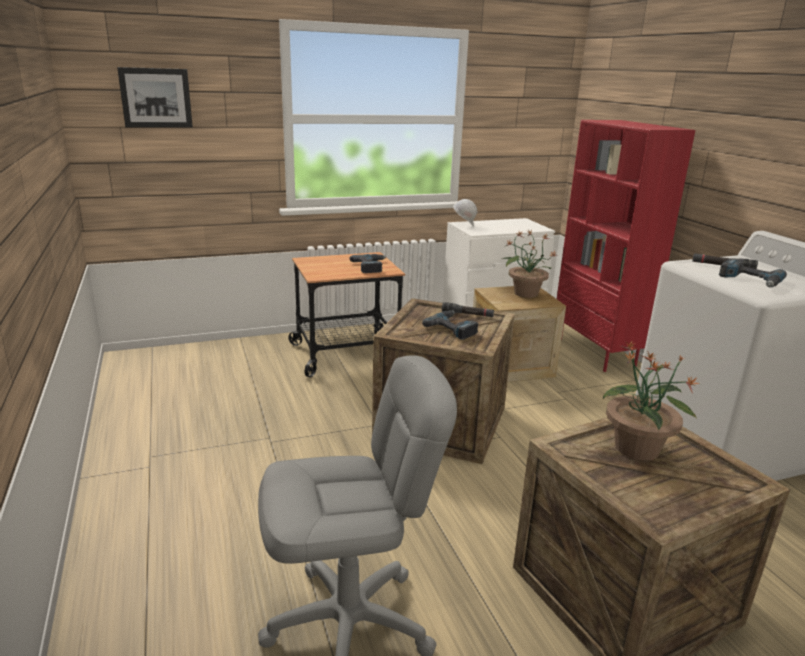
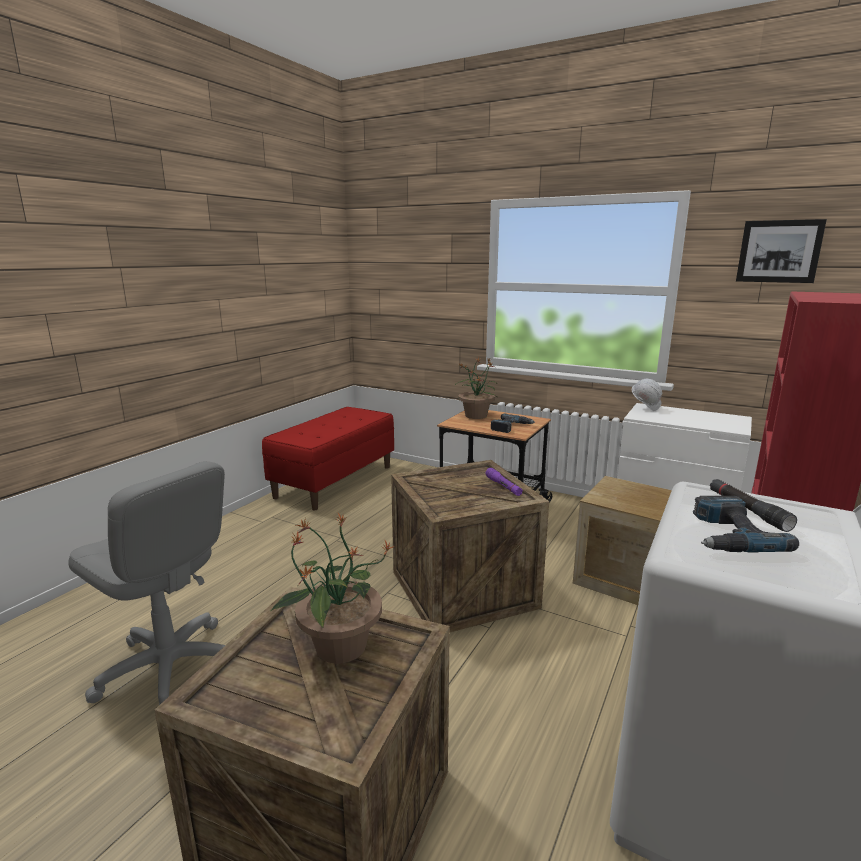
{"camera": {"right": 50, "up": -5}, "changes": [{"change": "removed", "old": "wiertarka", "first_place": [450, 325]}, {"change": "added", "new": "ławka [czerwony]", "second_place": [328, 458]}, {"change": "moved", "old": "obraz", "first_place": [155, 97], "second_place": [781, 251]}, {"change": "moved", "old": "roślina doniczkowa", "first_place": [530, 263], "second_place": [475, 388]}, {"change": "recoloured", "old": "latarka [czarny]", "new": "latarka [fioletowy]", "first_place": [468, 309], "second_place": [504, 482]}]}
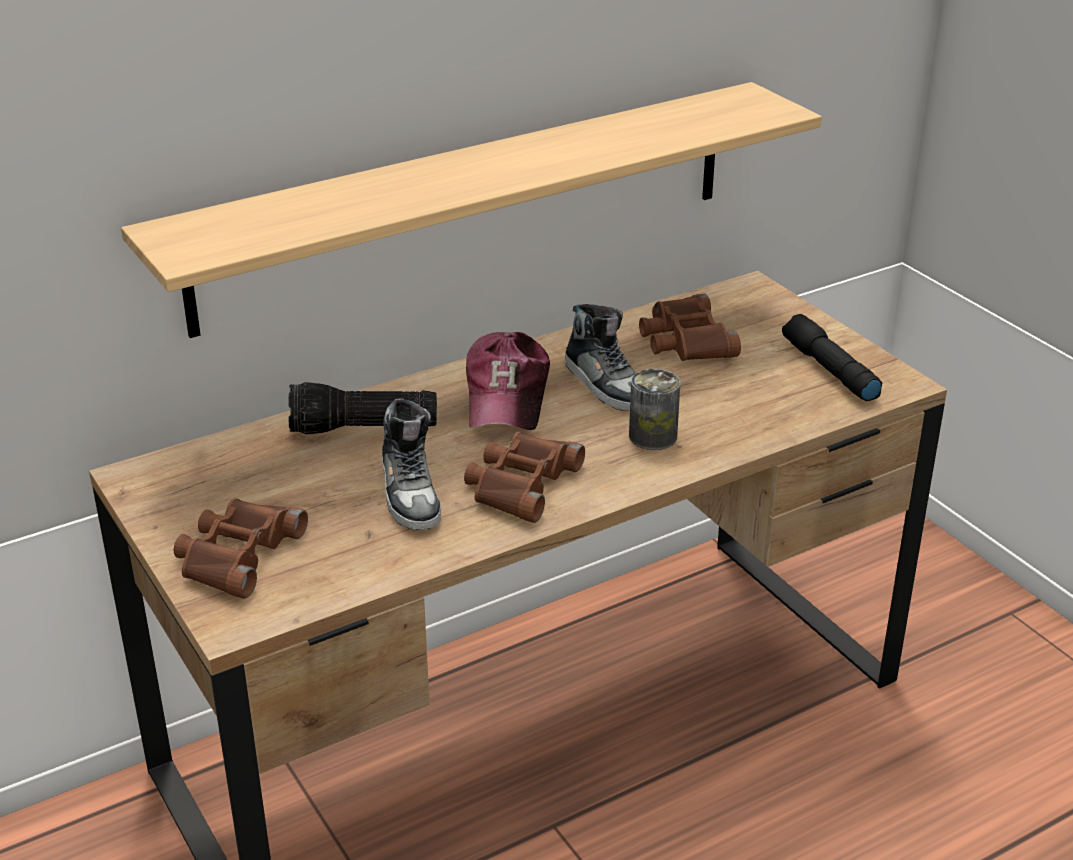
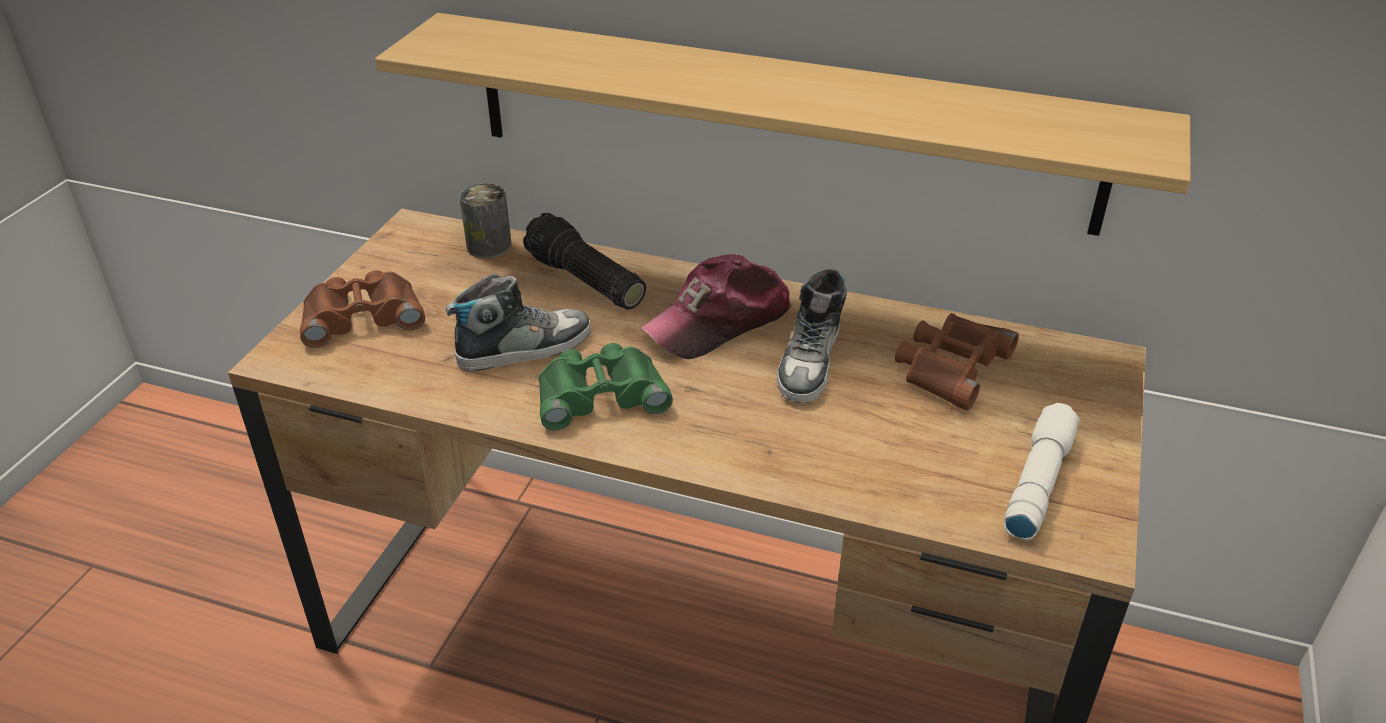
{"camera": {"right": 50, "up": 5}, "changes": [{"change": "moved", "old": "puszka", "first_place": [655, 409], "second_place": [485, 220]}, {"change": "recoloured", "old": "lornetka [brązowy]", "new": "lornetka [zielony]", "first_place": [524, 477], "second_place": [605, 387]}, {"change": "recoloured", "old": "latarka [czarny]", "new": "latarka [biały]", "first_place": [832, 357], "second_place": [1042, 471]}, {"change": "turned", "old": "but", "first_place": [411, 464], "second_place": [518, 322], "degrees": -150}]}
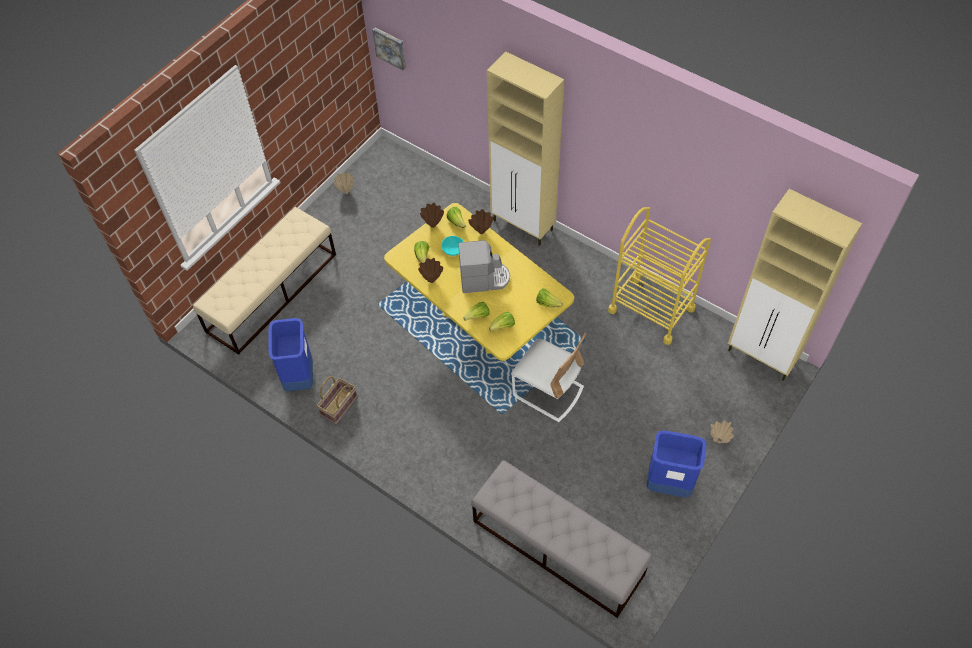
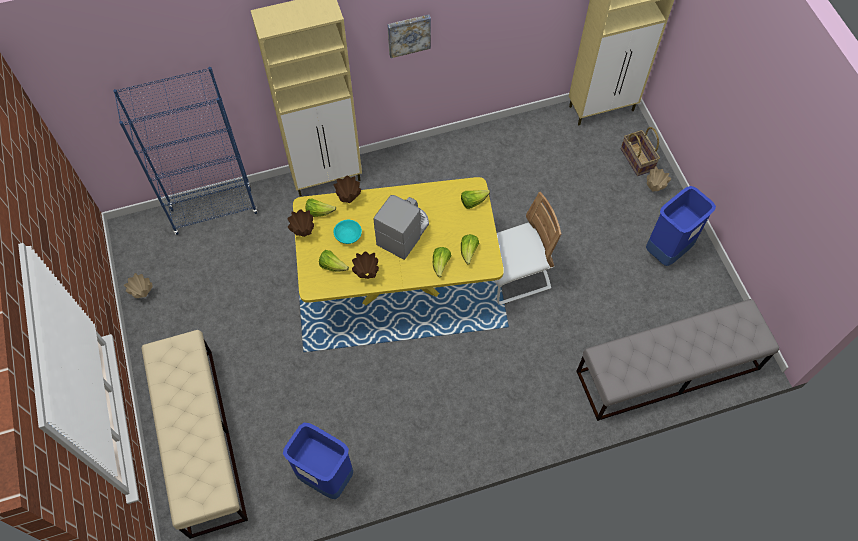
{"camera": {"right": -55, "up": 5}, "changes": [{"change": "removed", "old": "wózek [żółty]", "first_place": [659, 276]}, {"change": "added", "new": "regał [niebieski]", "second_place": [185, 151]}, {"change": "moved", "old": "koszyk", "first_place": [337, 400], "second_place": [640, 151]}, {"change": "moved", "old": "obraz", "first_place": [389, 49], "second_place": [409, 36]}]}
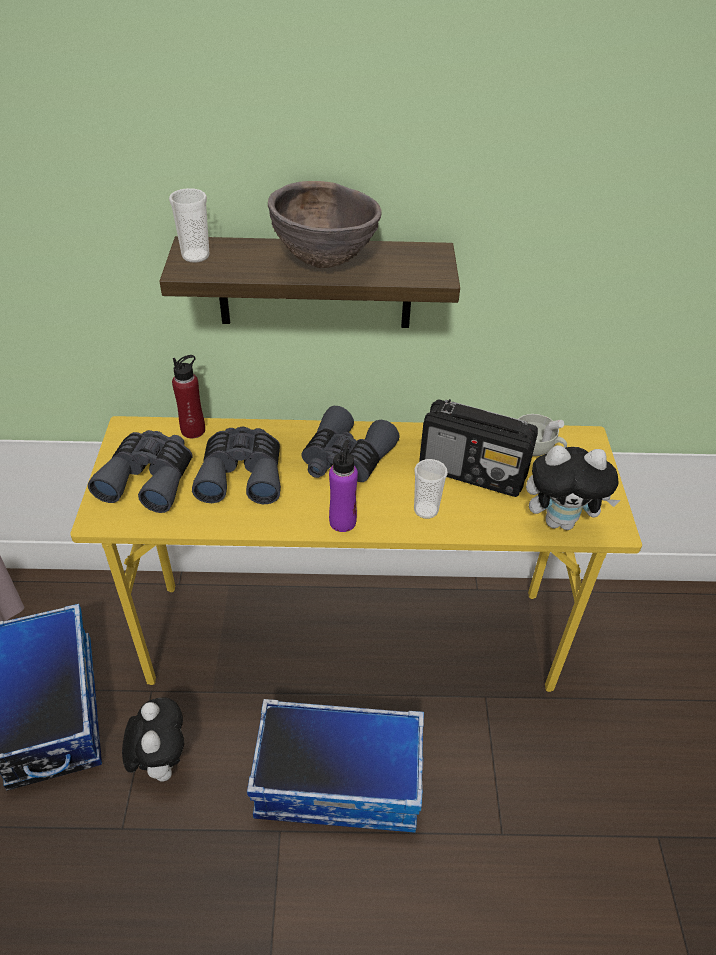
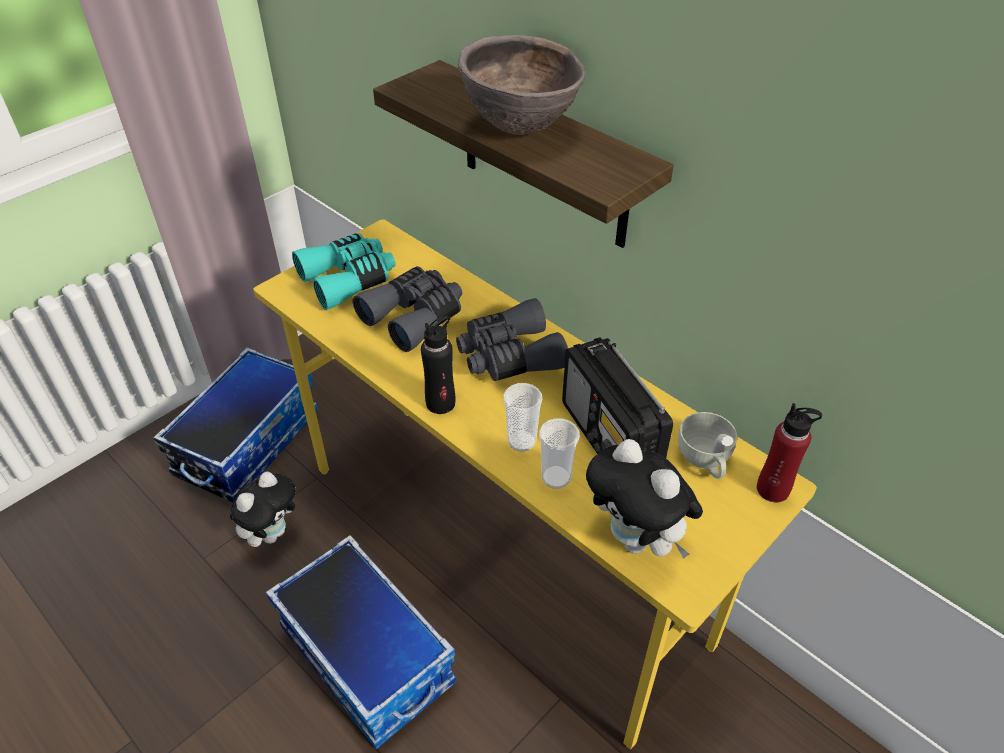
{"camera": {"right": 45, "up": 0}, "changes": [{"change": "moved", "old": "filiżanka", "first_place": [189, 225], "second_place": [559, 453]}, {"change": "moved", "old": "butelka [czerwony]", "first_place": [188, 396], "second_place": [789, 452]}, {"change": "recoloured", "old": "lornetka [szary]", "new": "lornetka [turkusowy]", "first_place": [140, 471], "second_place": [344, 271]}, {"change": "recoloured", "old": "butelka [fioletowy]", "new": "butelka [czarny]", "first_place": [343, 486], "second_place": [438, 364]}]}
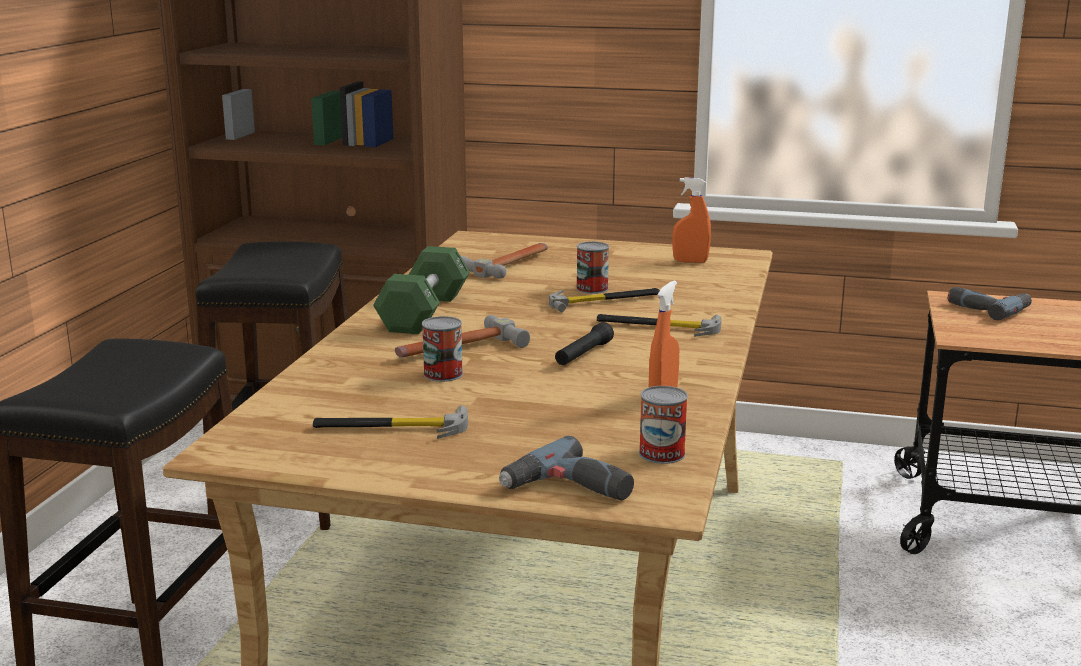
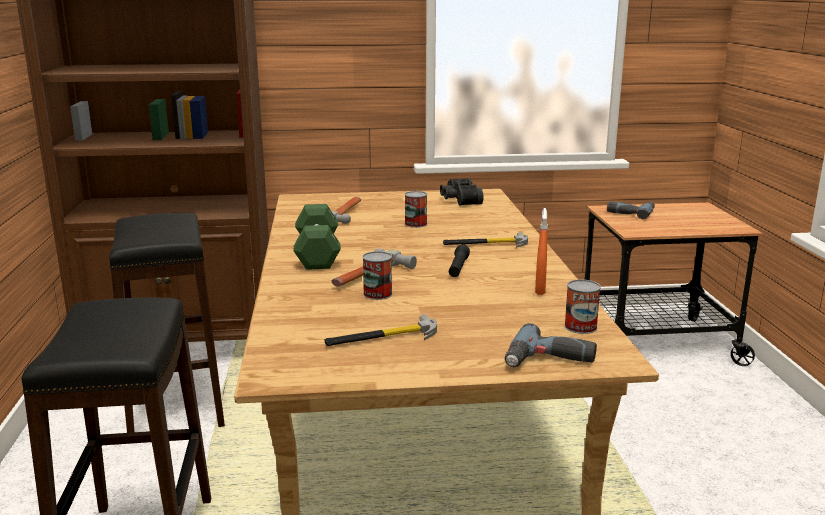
{"camera": {"right": -20, "up": 0}, "changes": [{"change": "removed", "old": "młotek", "first_place": [604, 300]}, {"change": "replaced", "old": "spryskiwacz [pomarańczowy]", "new": "lornetka [czarny]", "first_place": [692, 220], "second_place": [461, 192]}]}
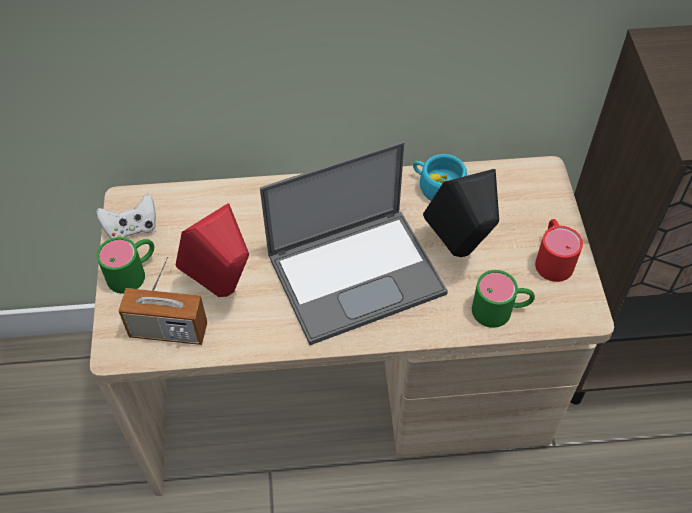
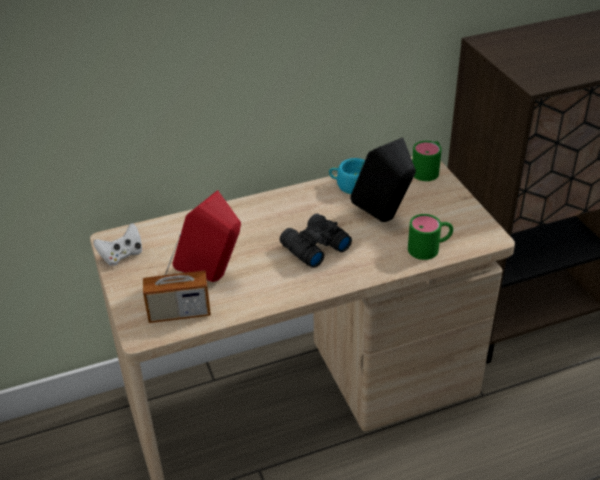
{"camera": {"right": -15, "up": -15}, "changes": [{"change": "removed", "old": "kubek [czerwony]", "first_place": [559, 250]}, {"change": "moved", "old": "kubek [zielony]", "first_place": [125, 265], "second_place": [427, 161]}, {"change": "replaced", "old": "laptop", "new": "lornetka [czarny]", "first_place": [354, 243], "second_place": [316, 241]}]}
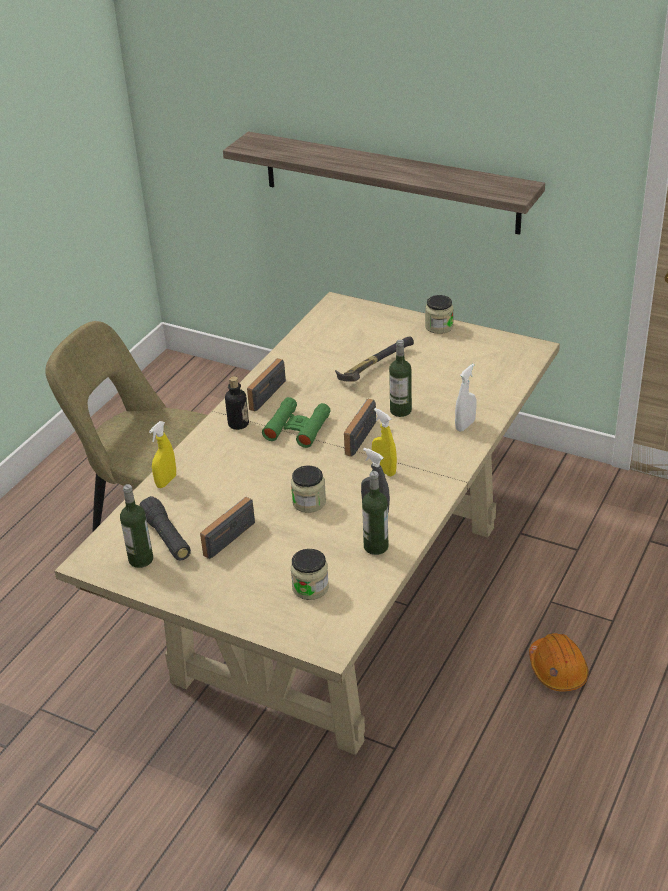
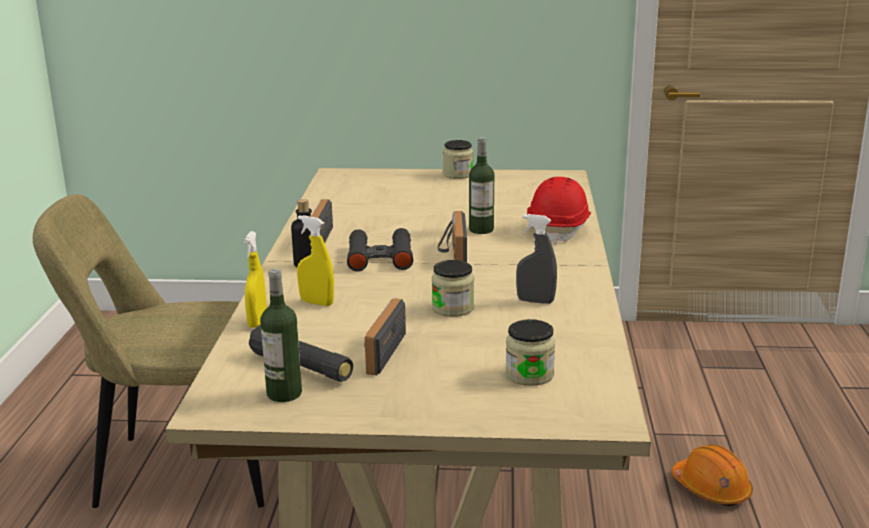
{"camera": {"right": -25, "up": -15}, "changes": [{"change": "removed", "old": "półka", "first_place": [384, 183]}, {"change": "removed", "old": "młotek", "first_place": [374, 359]}, {"change": "removed", "old": "butelka", "first_place": [375, 513]}, {"change": "moved", "old": "spryskiwacz [żółty]", "first_place": [384, 442], "second_place": [315, 260]}, {"change": "replaced", "old": "spryskiwacz [biały]", "new": "kask [czerwony]", "first_place": [465, 398], "second_place": [559, 211]}, {"change": "recoloured", "old": "lornetka [zielony]", "new": "lornetka [czarny]", "first_place": [296, 422], "second_place": [380, 249]}]}
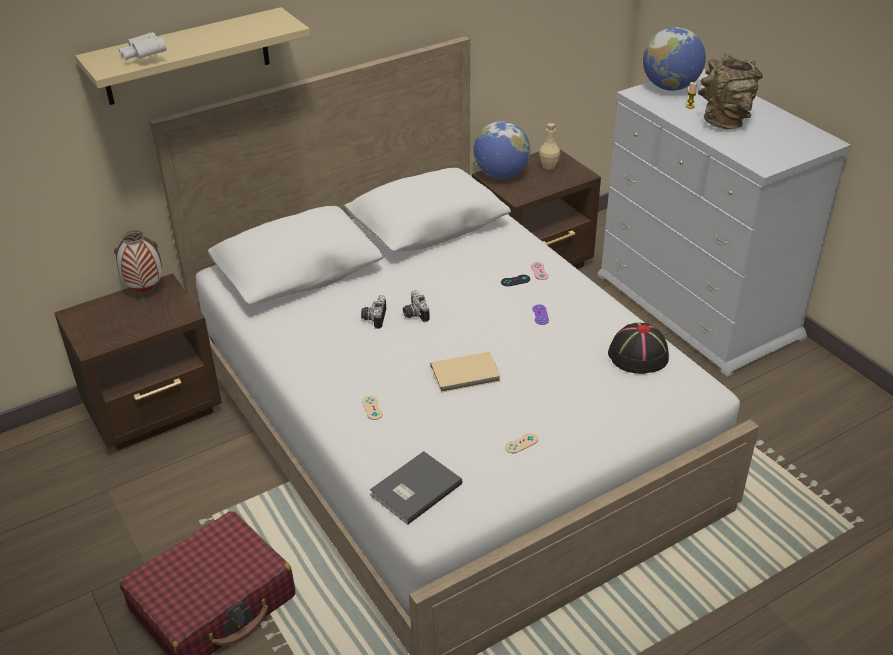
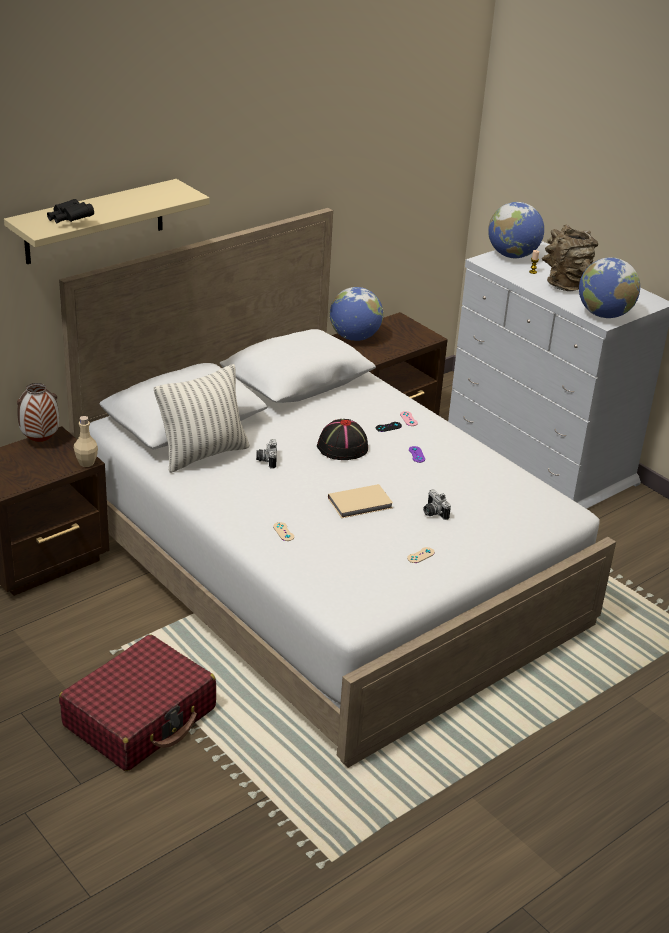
{"camera": {"right": -10, "up": -5}, "changes": [{"change": "removed", "old": "książka [szary]", "first_place": [416, 488]}, {"change": "added", "new": "poduszka", "second_place": [201, 418]}, {"change": "added", "new": "globus", "second_place": [609, 287]}, {"change": "moved", "old": "aparat fotograficzny", "first_place": [416, 306], "second_place": [437, 504]}, {"change": "moved", "old": "butelka [beżowy]", "first_place": [549, 146], "second_place": [86, 441]}, {"change": "moved", "old": "kapelusz [czarny]", "first_place": [638, 348], "second_place": [342, 439]}, {"change": "recoloured", "old": "lornetka [biały]", "new": "lornetka [czarny]", "first_place": [143, 46], "second_place": [70, 211]}]}
